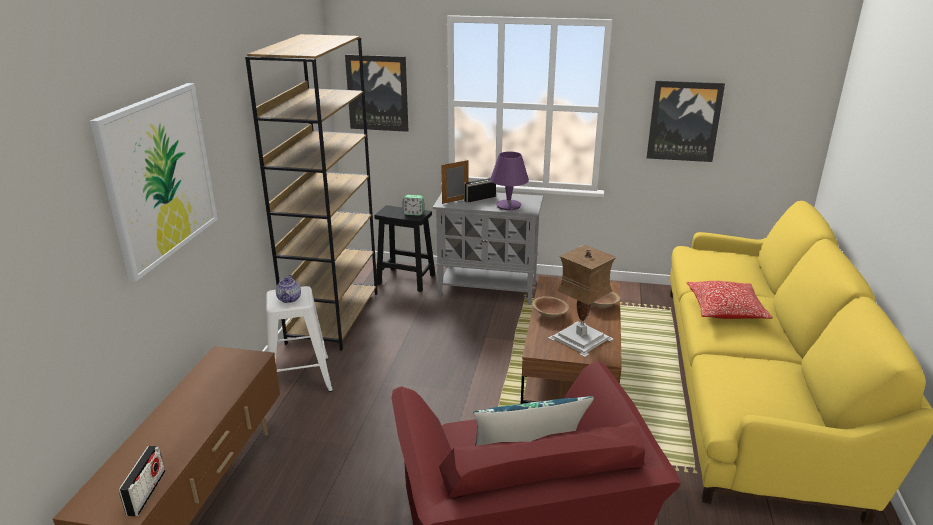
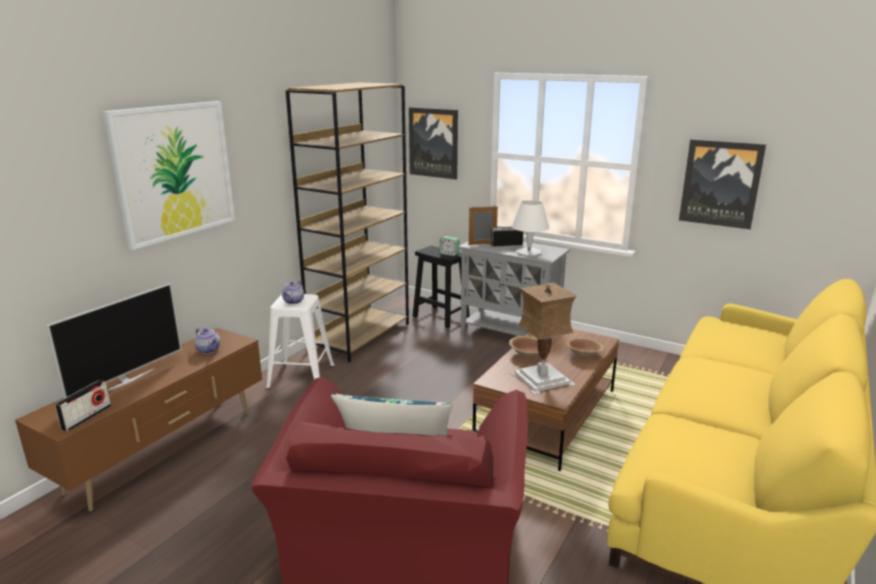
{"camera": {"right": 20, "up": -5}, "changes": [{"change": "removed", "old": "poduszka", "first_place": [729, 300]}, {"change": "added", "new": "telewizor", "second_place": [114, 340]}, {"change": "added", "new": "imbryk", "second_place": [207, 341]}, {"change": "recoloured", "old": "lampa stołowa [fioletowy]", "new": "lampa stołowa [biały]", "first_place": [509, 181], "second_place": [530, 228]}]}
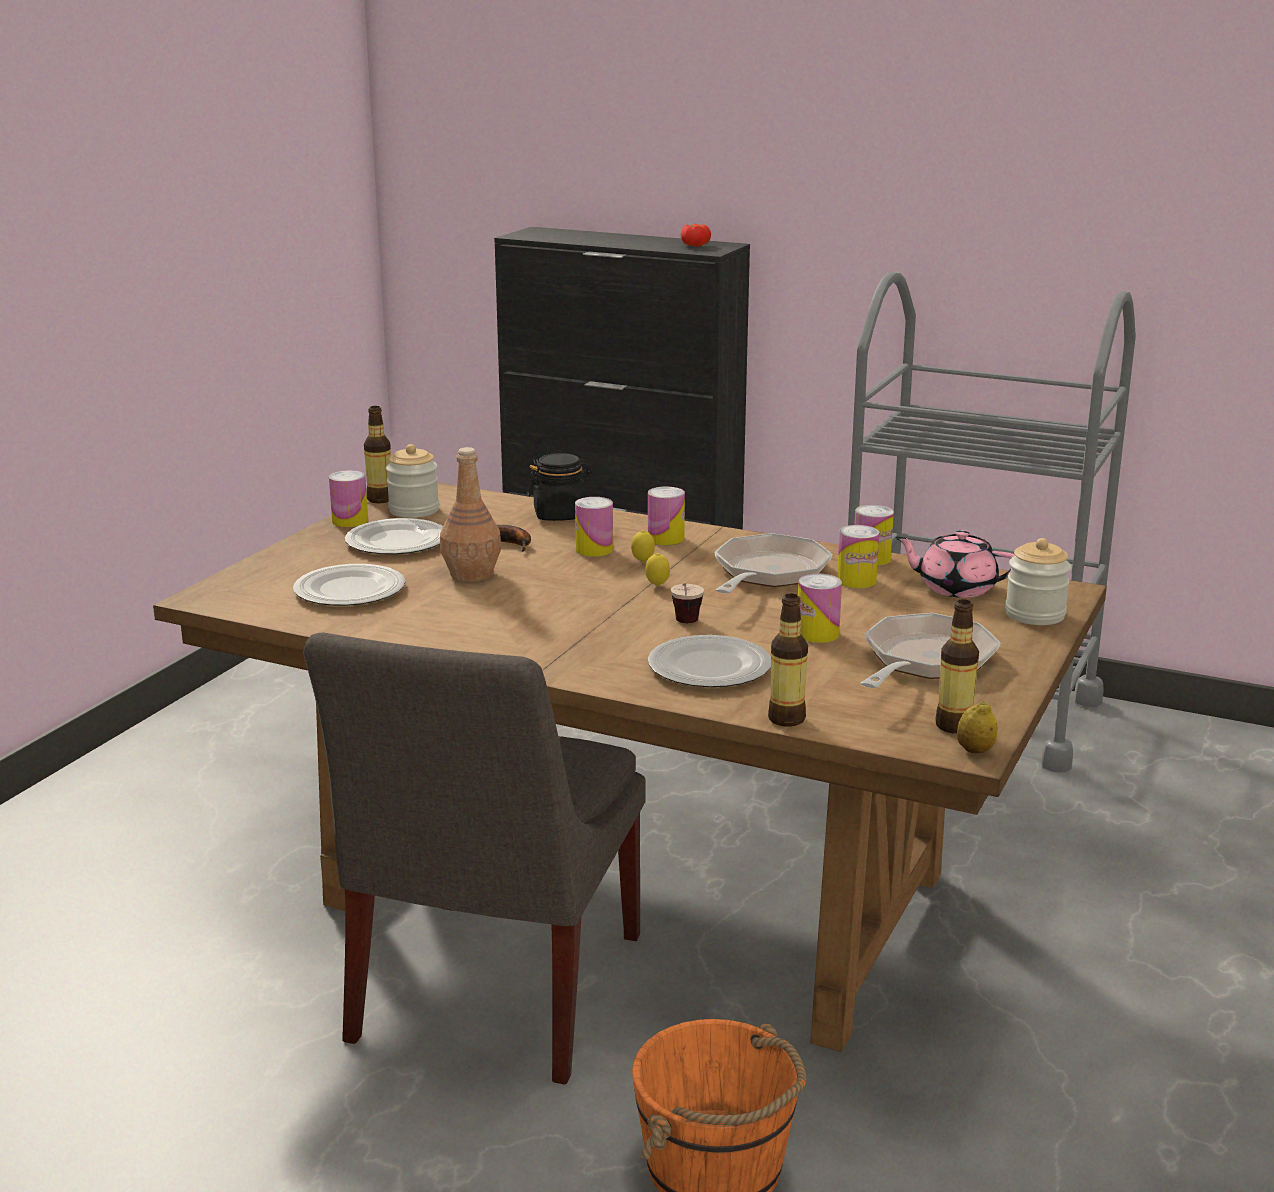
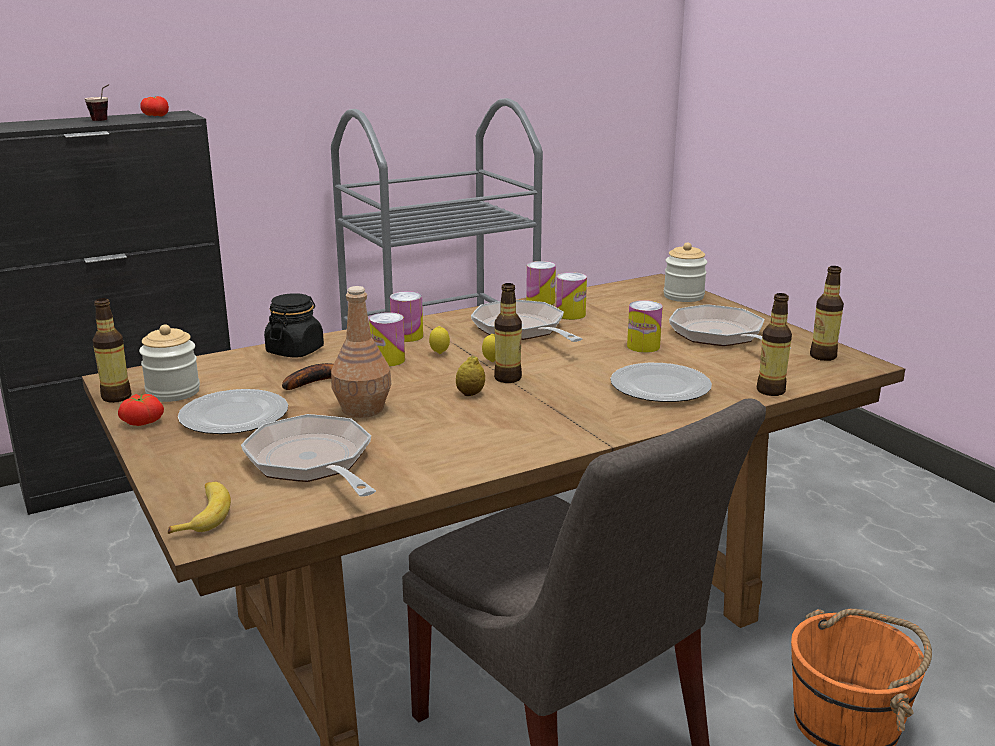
{"camera": {"right": -55, "up": 0}, "changes": [{"change": "removed", "old": "imbryk [różowy]", "first_place": [955, 564]}, {"change": "added", "new": "banan", "second_place": [199, 508]}, {"change": "added", "new": "butelka", "second_place": [508, 333]}, {"change": "moved", "old": "filiżanka", "first_place": [687, 603], "second_place": [97, 102]}, {"change": "moved", "old": "cytryna", "first_place": [977, 727], "second_place": [470, 376]}, {"change": "replaced", "old": "talerz", "new": "patelnia", "first_place": [349, 585], "second_place": [308, 455]}, {"change": "replaced", "old": "puszka", "new": "pomidor", "first_place": [348, 498], "second_place": [141, 410]}]}
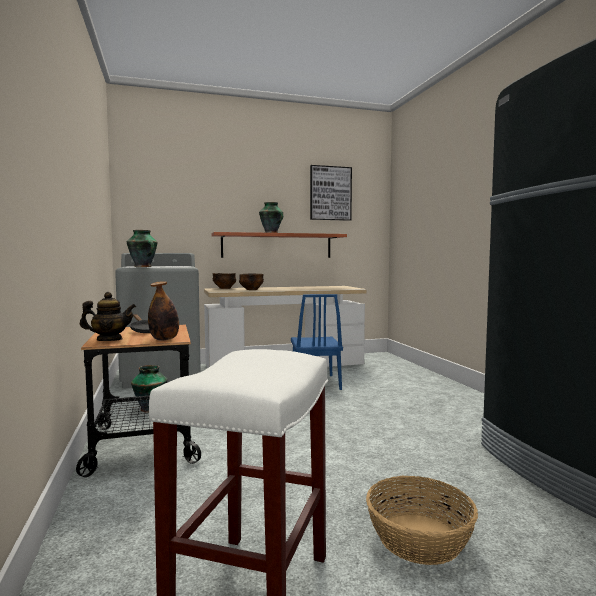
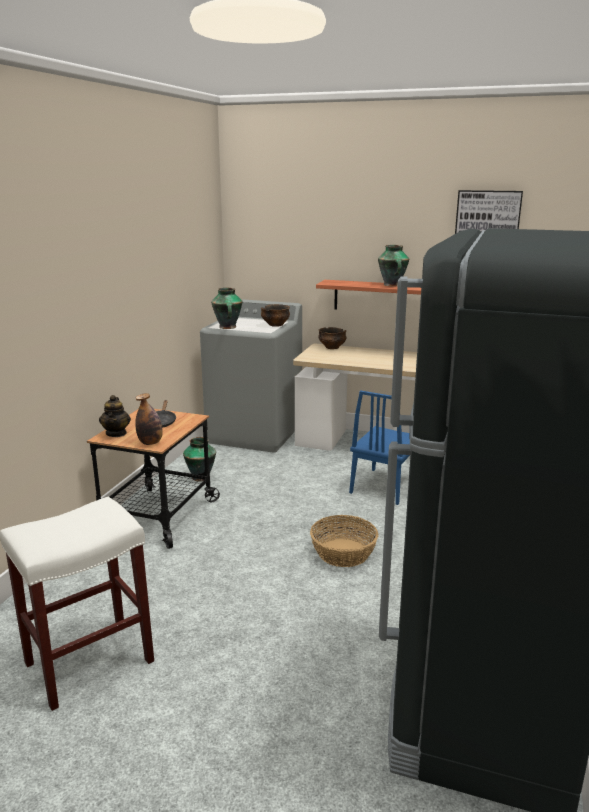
{"camera": {"right": 35, "up": 15}, "changes": [{"change": "moved", "old": "miska", "first_place": [251, 282], "second_place": [275, 315]}, {"change": "moved", "old": "koszyk", "first_place": [422, 520], "second_place": [344, 541]}, {"change": "turned", "old": "imbryk", "first_place": [108, 316], "second_place": [115, 416], "degrees": 60}]}
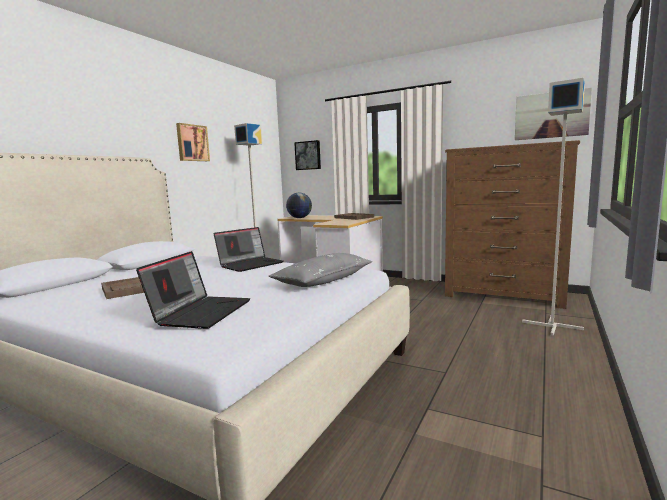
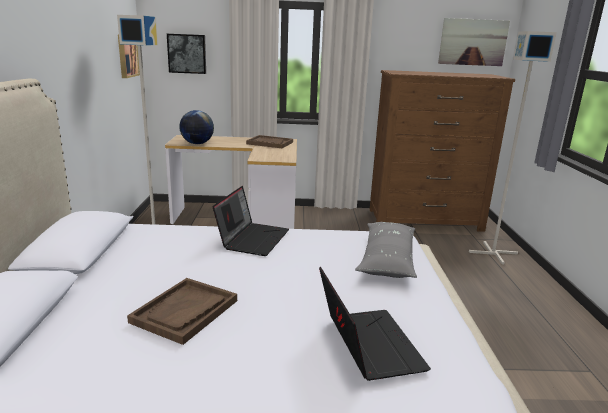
{"camera": {"right": -30, "up": 10}, "changes": [{"change": "moved", "old": "obraz", "first_place": [193, 142], "second_place": [129, 56]}]}
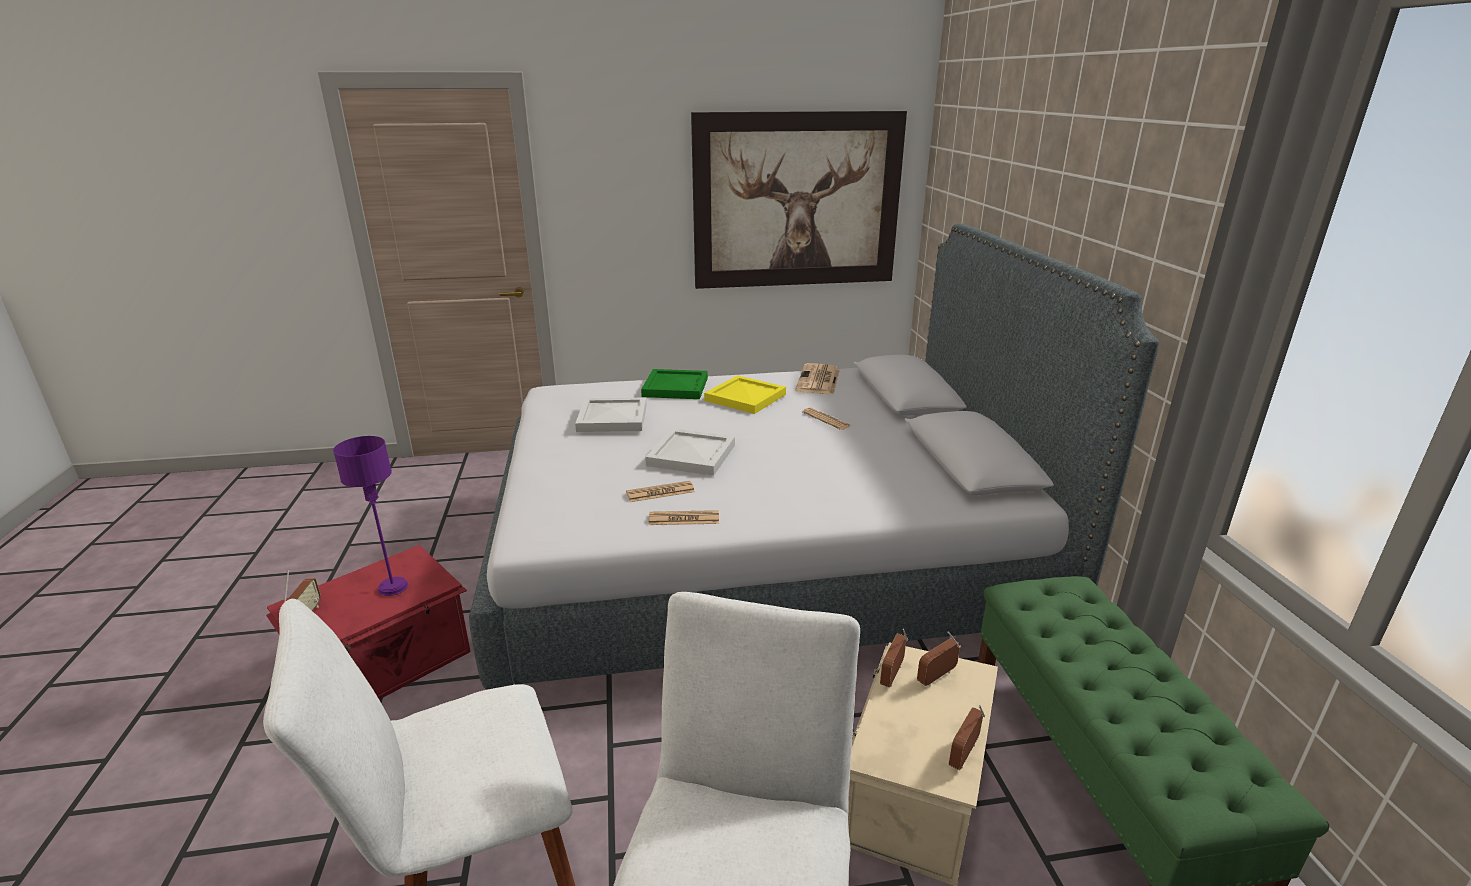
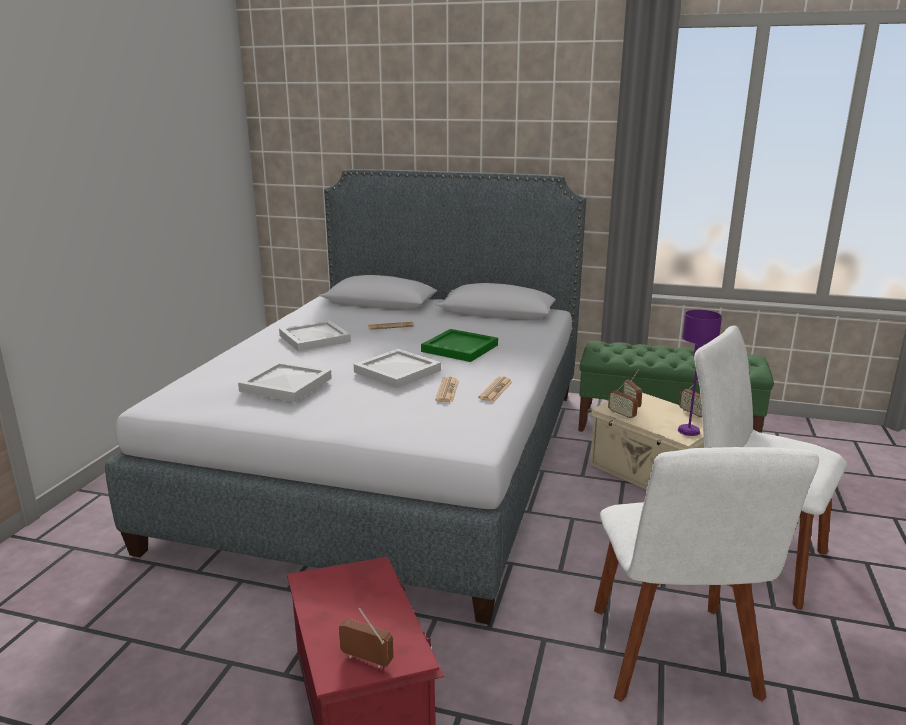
{"camera": {"right": -65, "up": -5}, "changes": [{"change": "removed", "old": "obraz", "first_place": [799, 200]}, {"change": "removed", "old": "gazeta", "first_place": [817, 379]}, {"change": "moved", "old": "lampa stołowa [fioletowy]", "first_place": [370, 516], "second_place": [700, 373]}, {"change": "moved", "old": "taca [zielony]", "first_place": [674, 384], "second_place": [459, 345]}, {"change": "recoloured", "old": "taca [żółty]", "new": "taca [biały]", "first_place": [745, 394], "second_place": [315, 335]}]}
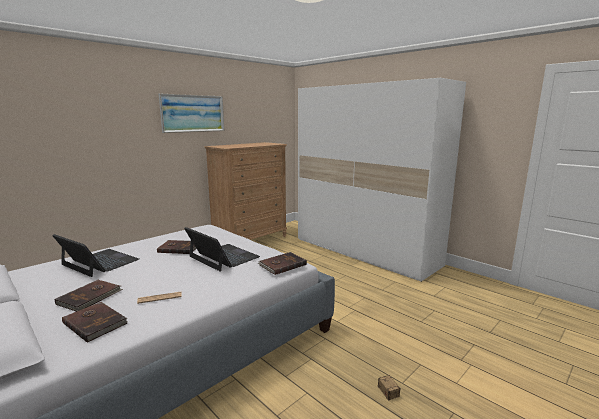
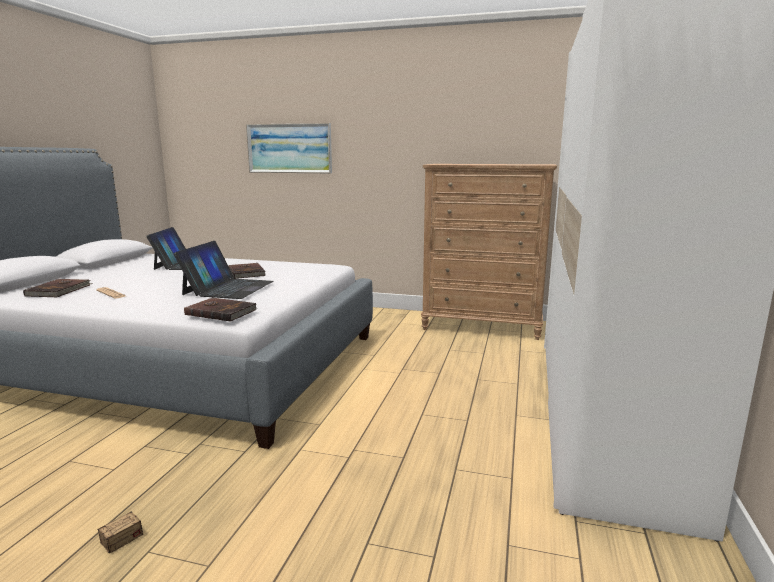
{"camera": {"right": 60, "up": 0}, "changes": [{"change": "removed", "old": "książka [brązowy]", "first_place": [89, 296]}, {"change": "moved", "old": "obraz", "first_place": [191, 113], "second_place": [289, 148]}]}
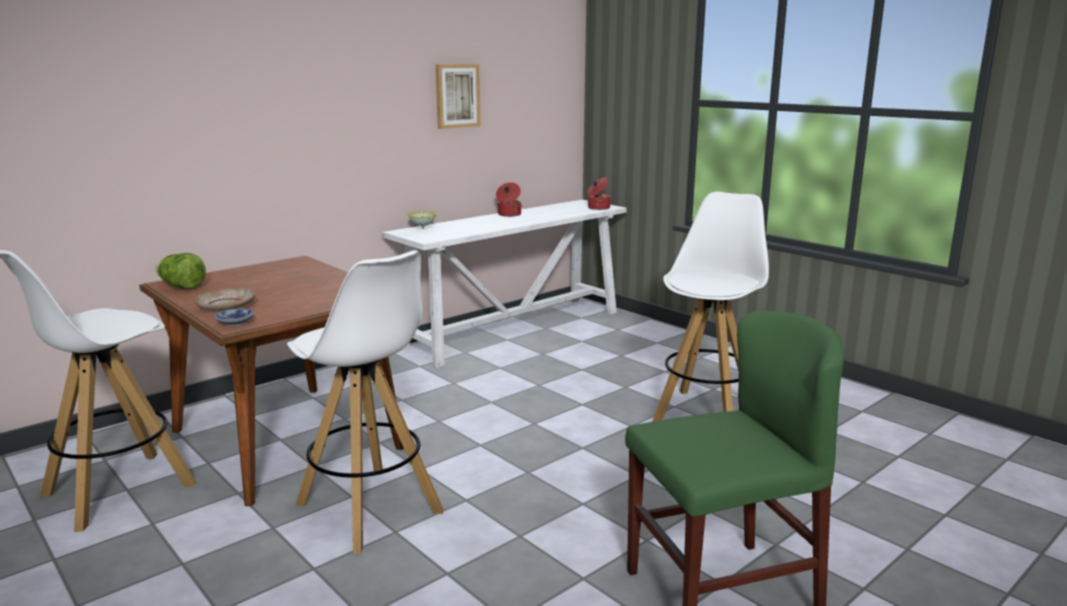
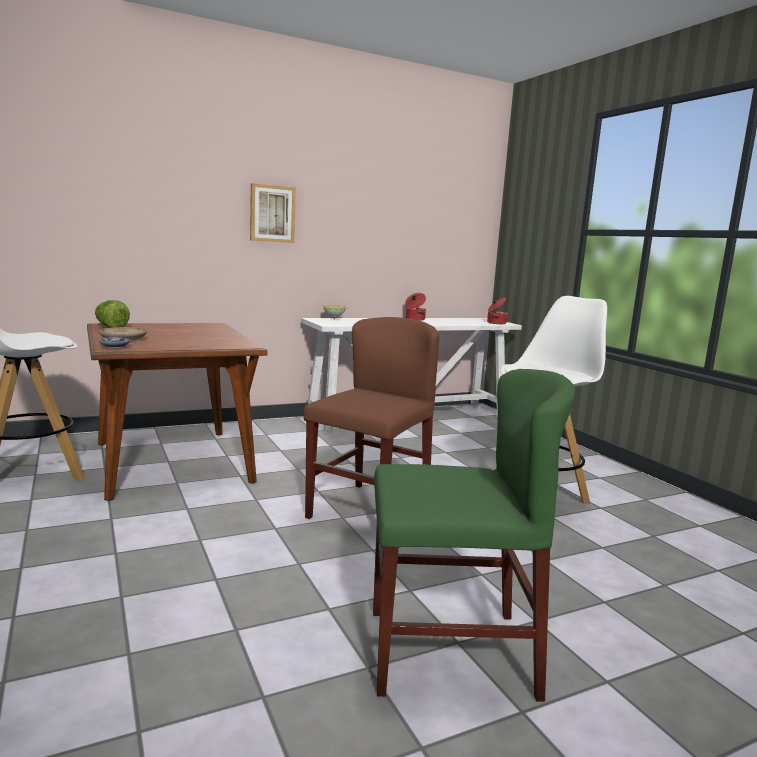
{"camera": {"right": 15, "up": -5}, "changes": [{"change": "removed", "old": "stołek [biały]", "first_place": [365, 401]}, {"change": "added", "new": "krzesło [brązowy]", "second_place": [371, 418]}, {"change": "moved", "old": "obraz", "first_place": [458, 96], "second_place": [273, 213]}]}
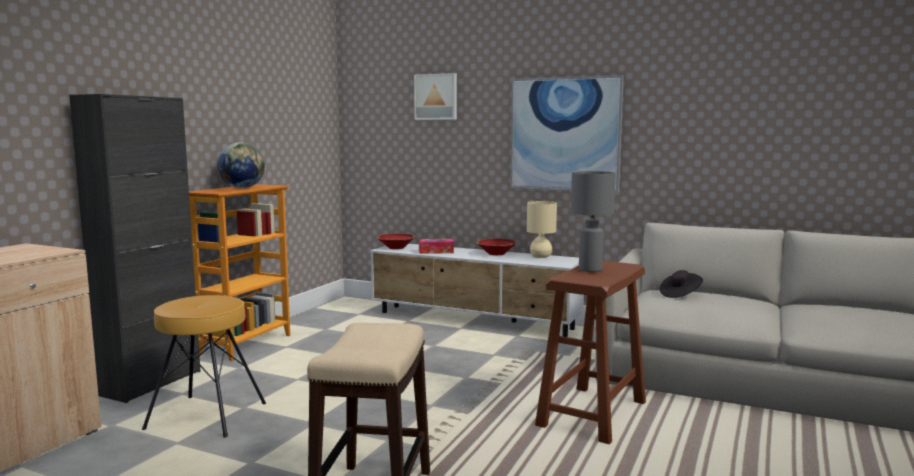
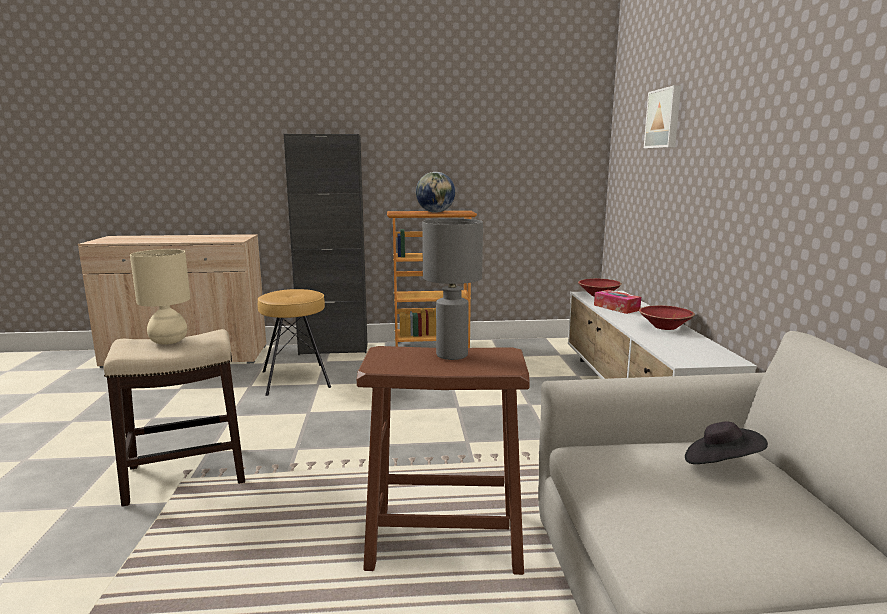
{"camera": {"right": 60, "up": 5}, "changes": [{"change": "removed", "old": "obraz", "first_place": [567, 134]}, {"change": "moved", "old": "lampa stołowa [beżowy]", "first_place": [542, 229], "second_place": [160, 297]}]}
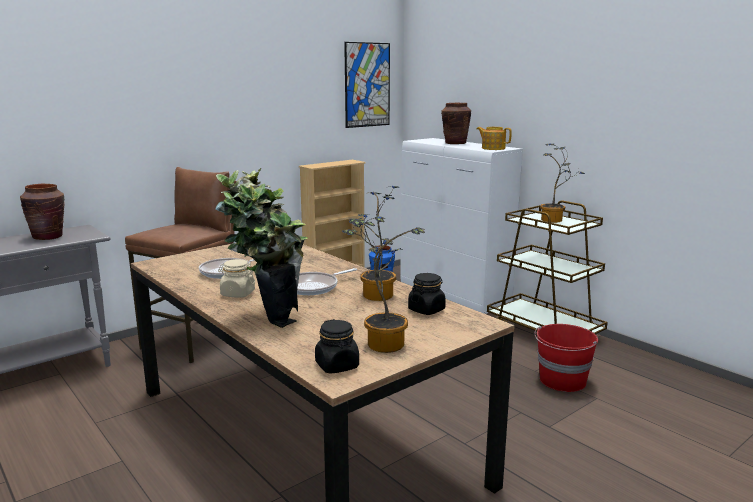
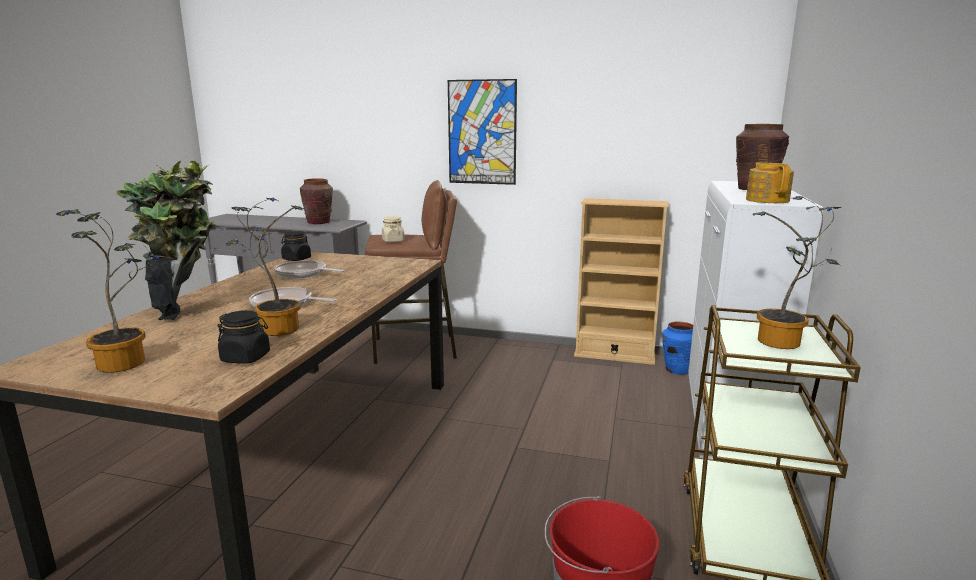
{"camera": {"right": 55, "up": 0}, "changes": [{"change": "moved", "old": "słoik [beżowy]", "first_place": [236, 278], "second_place": [393, 229]}, {"change": "moved", "old": "słoik [czarny]", "first_place": [337, 346], "second_place": [296, 246]}, {"change": "moved", "old": "obraz", "first_place": [367, 85], "second_place": [482, 132]}]}
